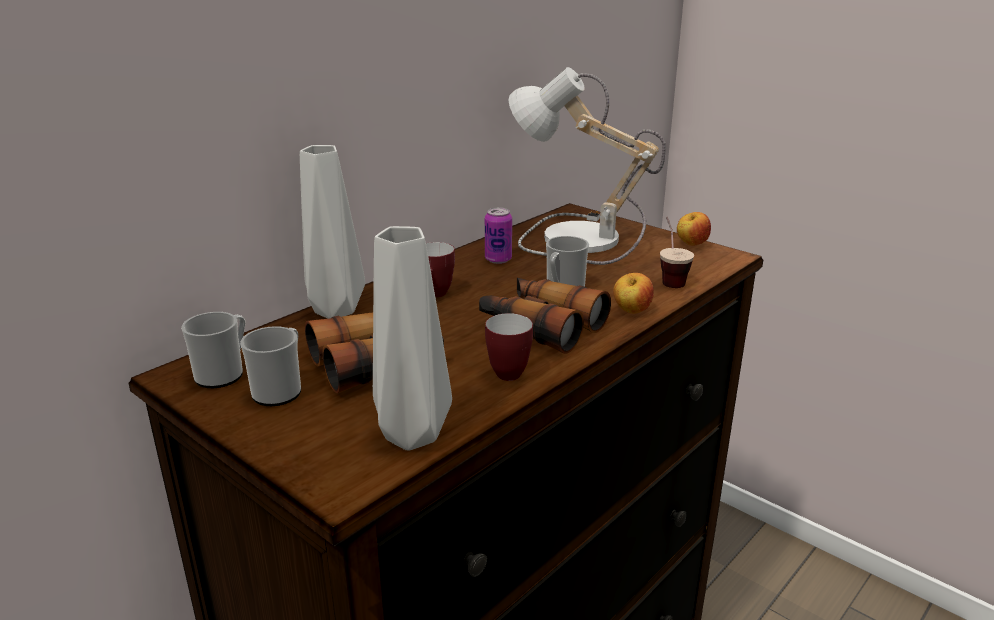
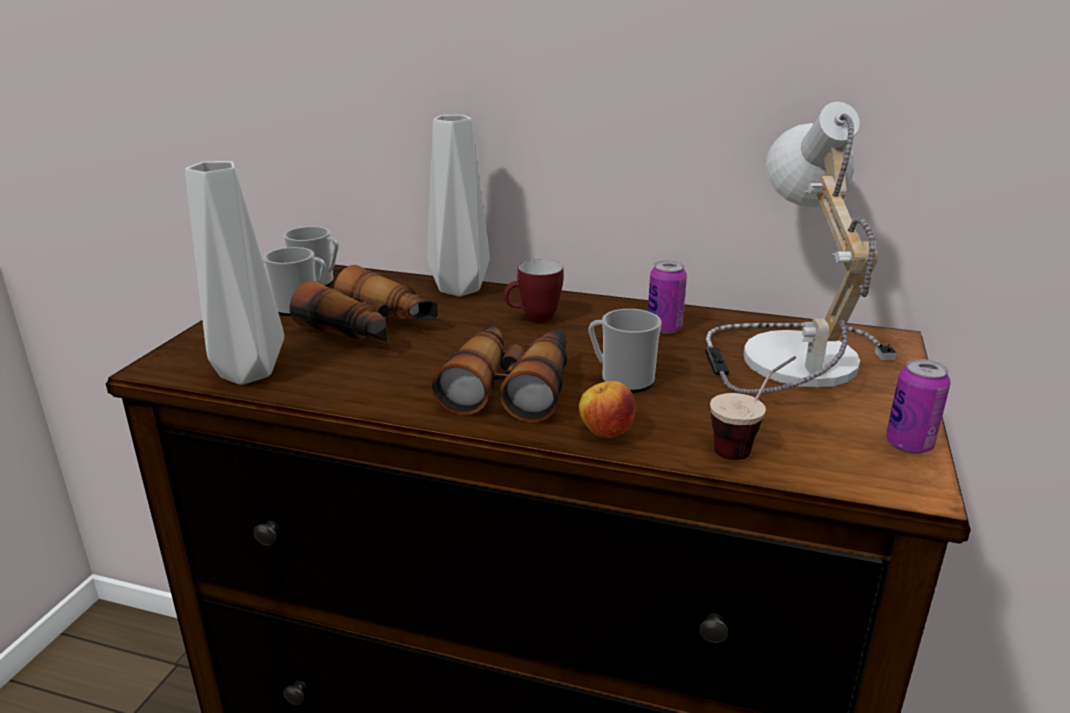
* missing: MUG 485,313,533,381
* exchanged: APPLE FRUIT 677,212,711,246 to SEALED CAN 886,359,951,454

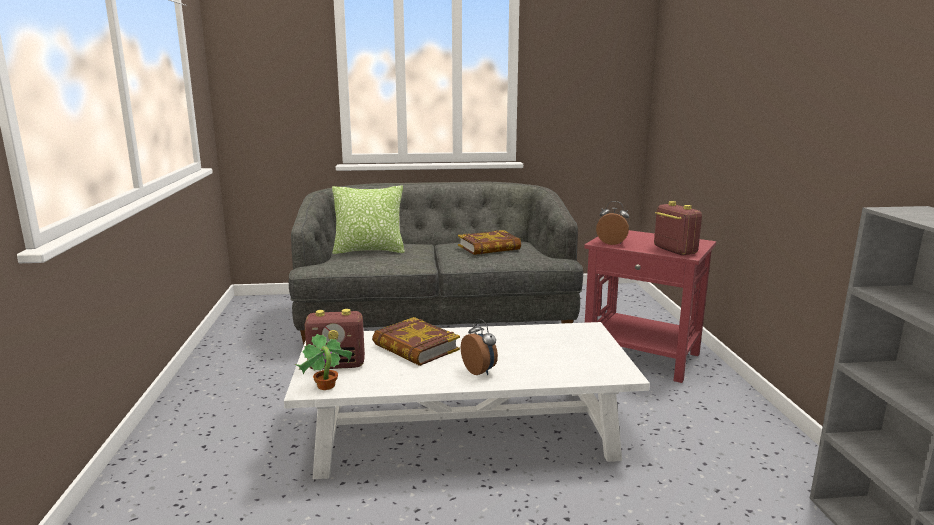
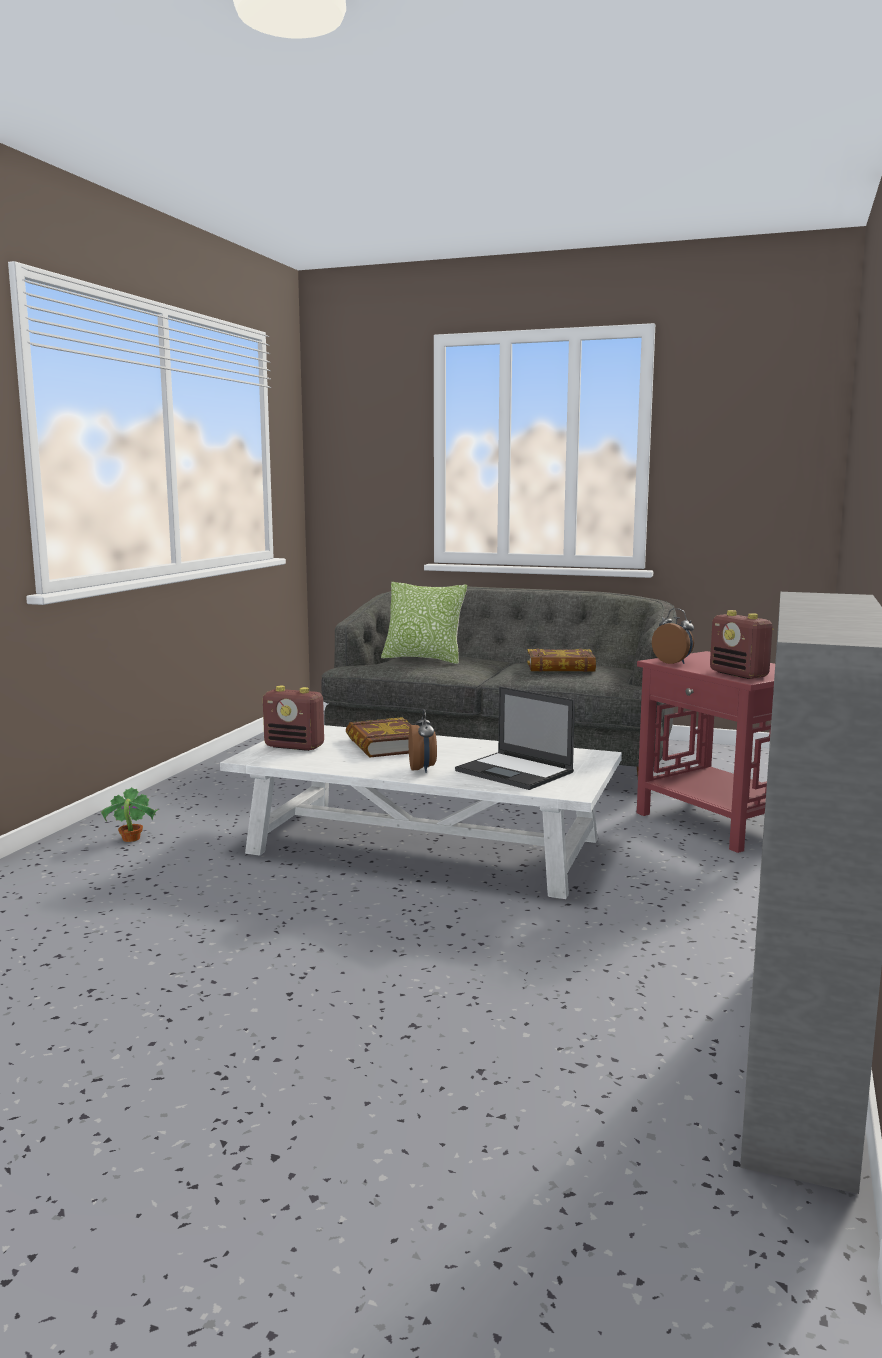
* appeared: NOTEBOOK COMPUTER 455,686,575,790
* relocated: POTTED PLANT 295,334,352,390 to 101,787,158,842
* spun: RADIO 654,201,702,255 = 710,610,773,679 150 degrees clockwise

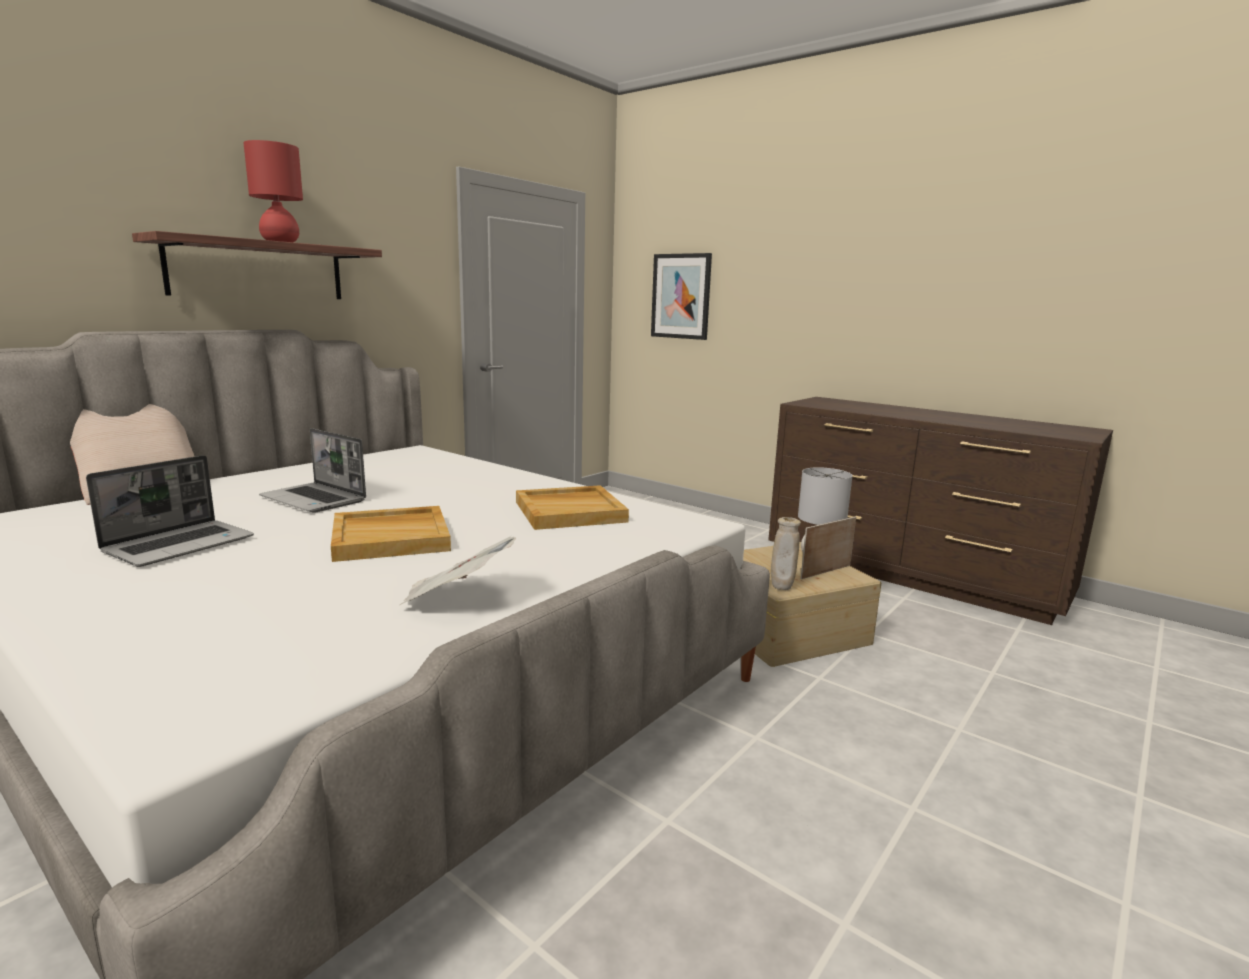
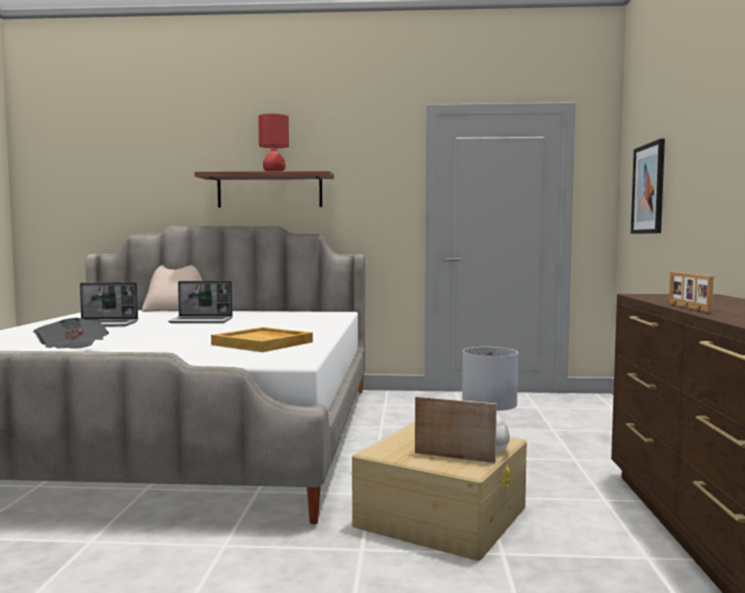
* missing: SAND-COLOURED SERVING TRAY 331,506,451,562
* missing: SAND-COLOURED FLOWER VASE 771,517,801,590
* appeared: STANDING FRAME 669,272,714,313
* spun: NOTEBOOK COMPUTER 259,428,366,513 = 168,281,233,323 90 degrees counterclockwise

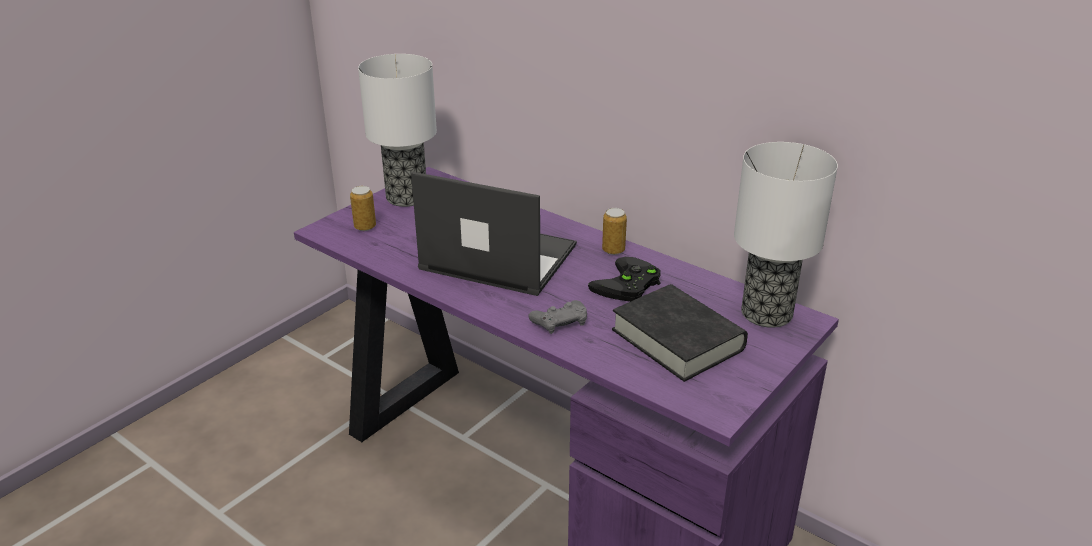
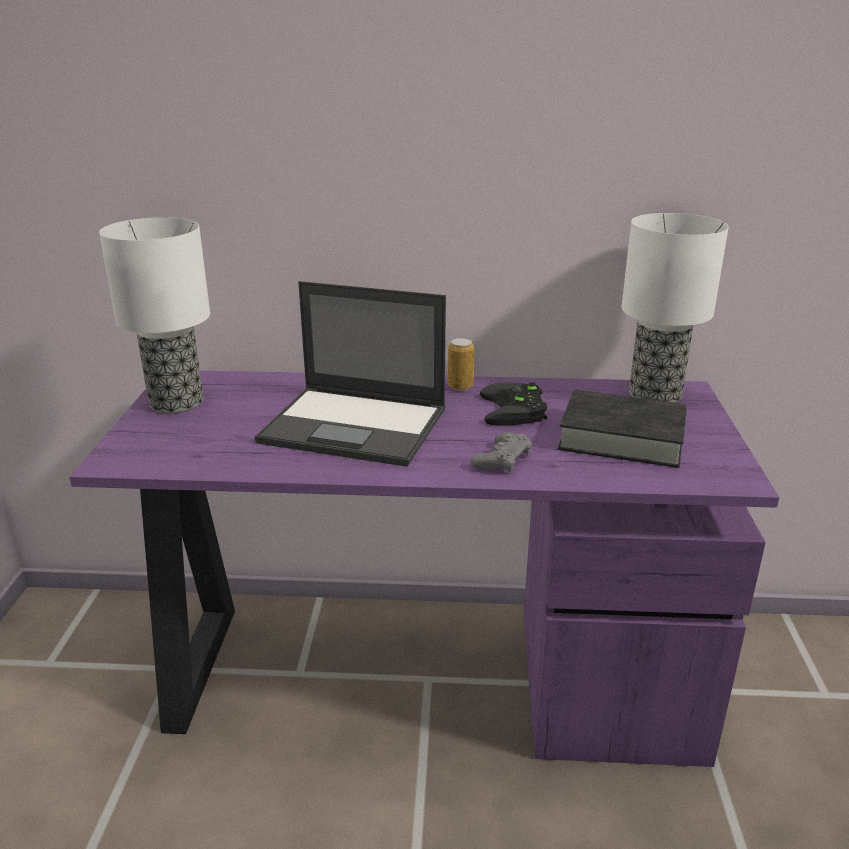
* missing: SEALED CAN 350,186,376,231
* spun: NOTEBOOK COMPUTER 411,172,577,296 = 255,281,446,467 150 degrees counterclockwise

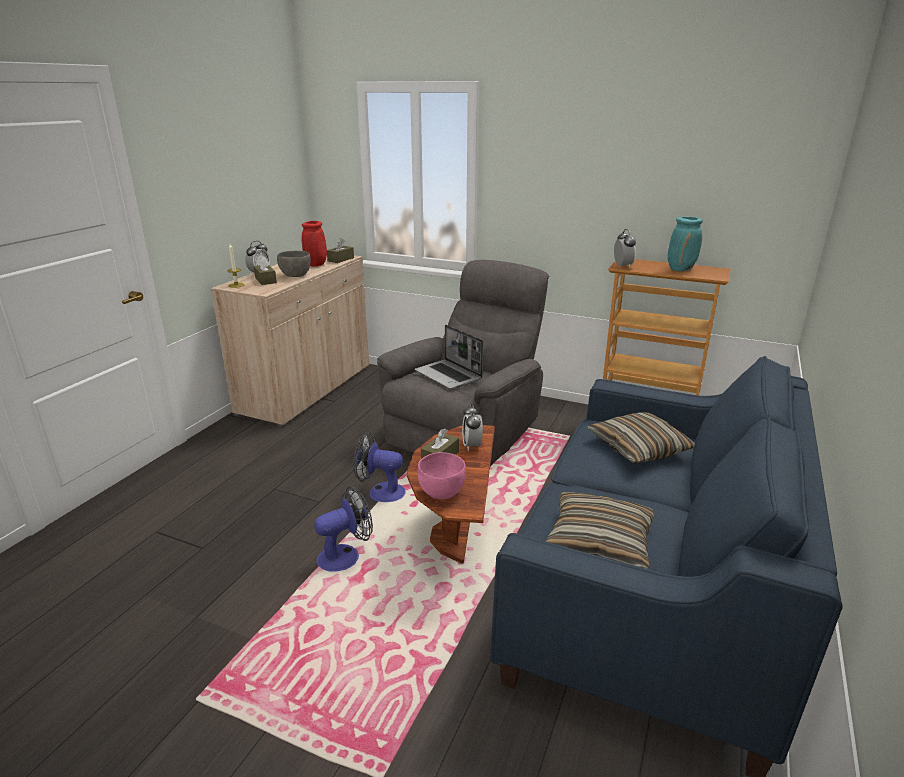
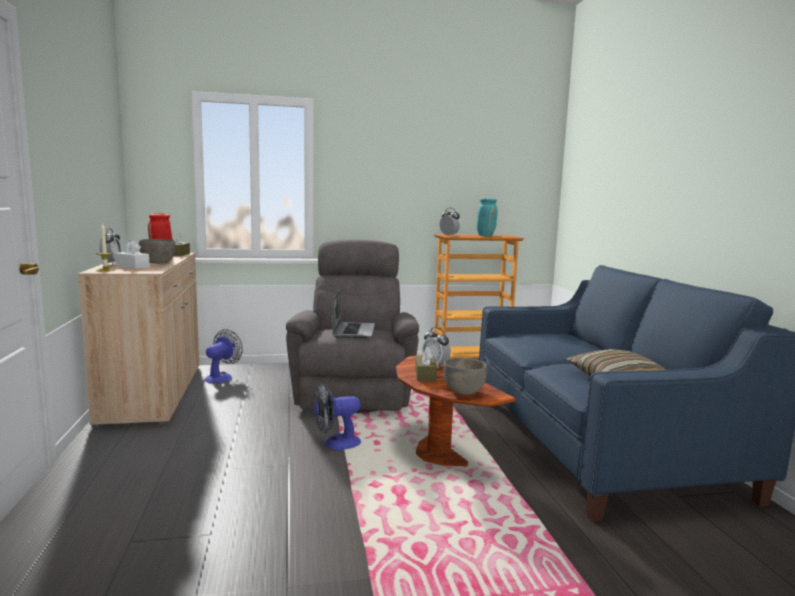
* missing: THROW PILLOW 588,412,695,464
* relocated: ELECTRIC FAN 314,486,373,572 to 204,329,242,383
* colour: BROWNISH TISSUE HOLDER 254,257,277,285 to WHITISH TISSUE HOLDER 115,241,150,269
* colour: PINKISH BOWL 417,452,466,500 to GREYISH BOWL 443,358,487,395
* spun: NOTEBOOK COMPUTER 415,325,483,389 = 332,289,375,338 105 degrees counterclockwise

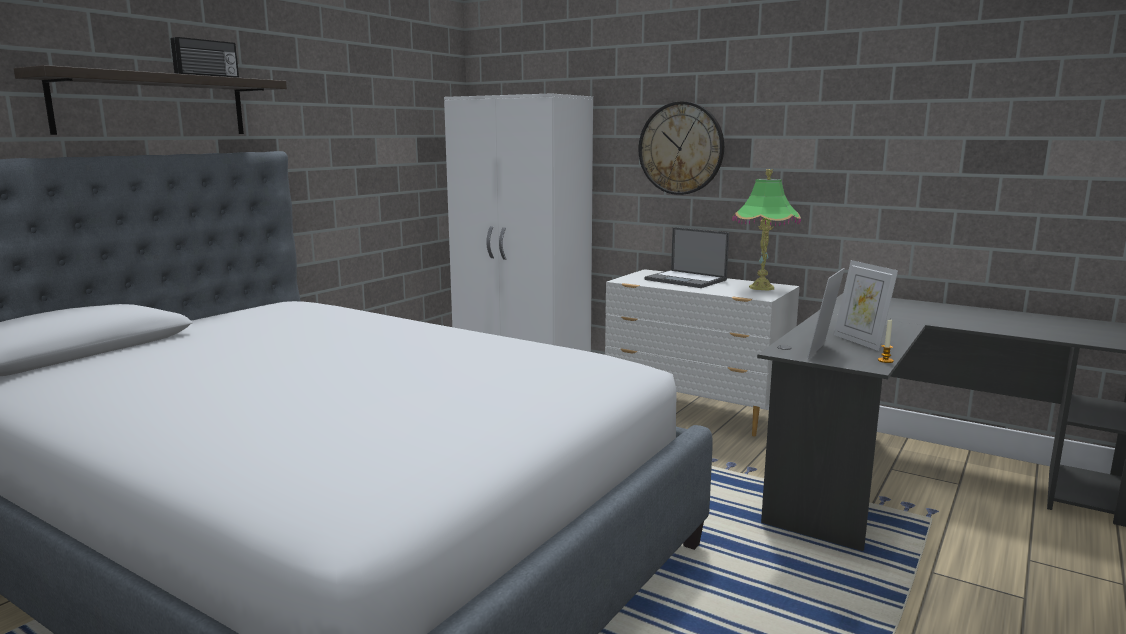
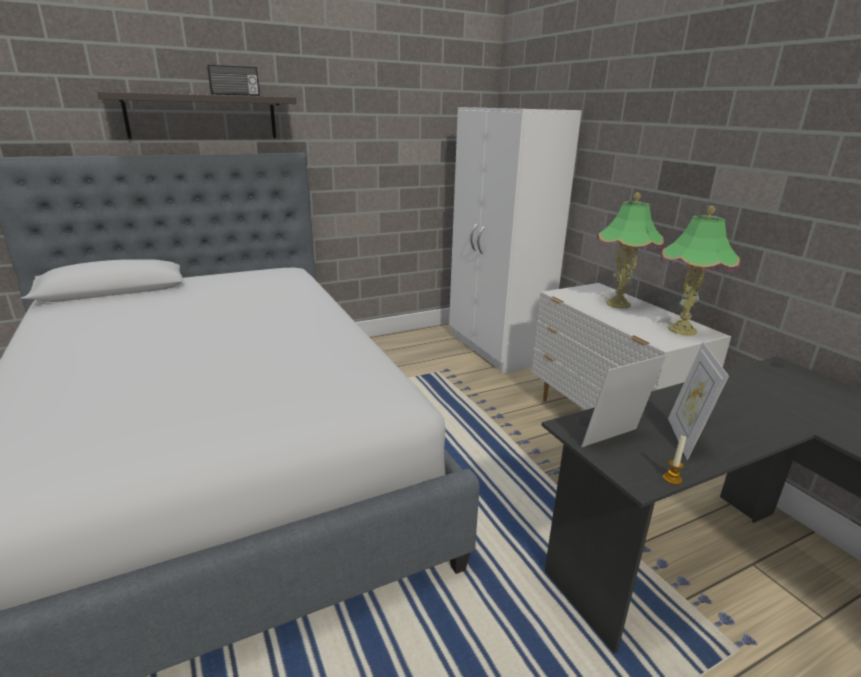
* missing: HANGING CLOCK 639,101,724,195
* exchanged: NOTEBOOK COMPUTER 645,227,729,288 to TABLETOP LAMP 597,193,664,308

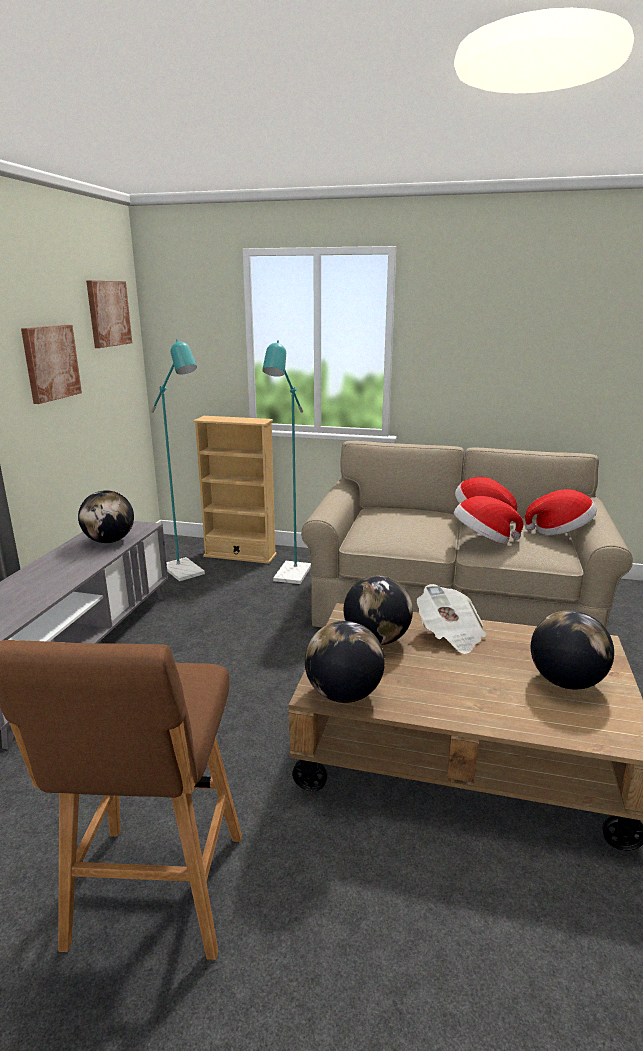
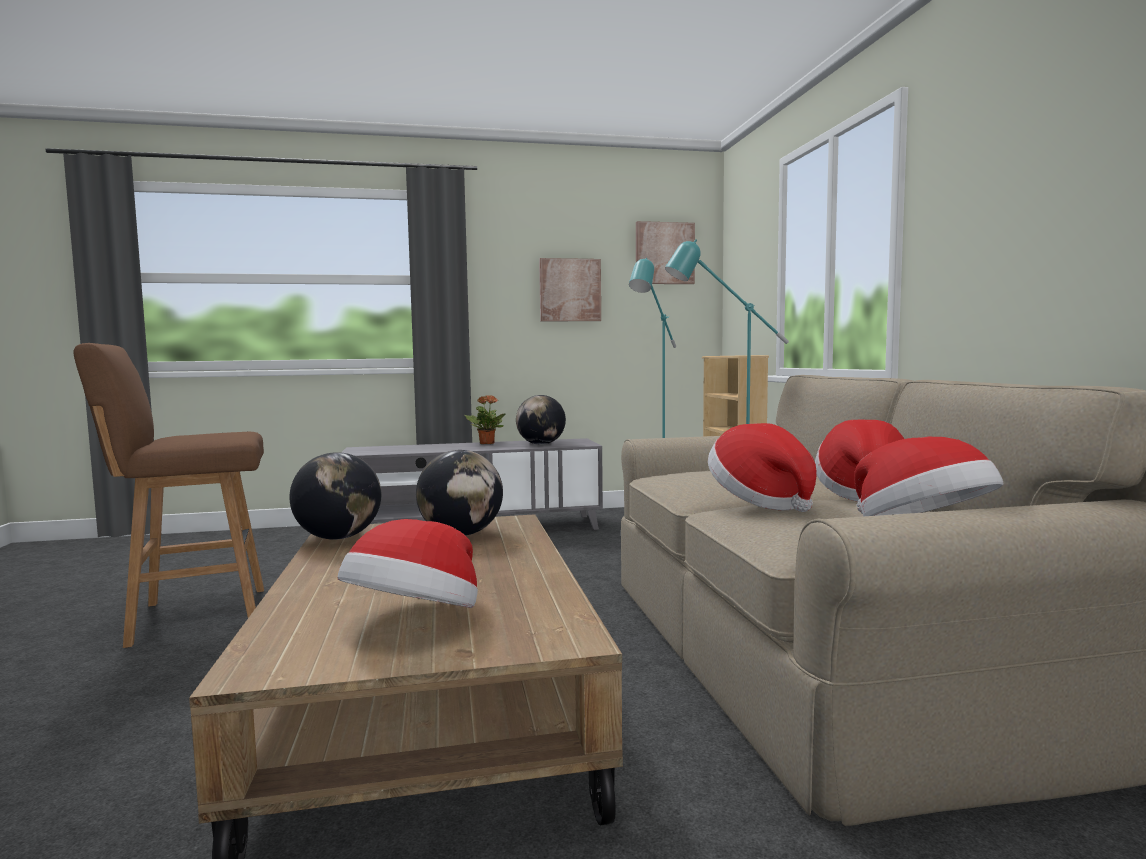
* missing: PRINTED PAPER 416,584,487,654
* appeared: POTTED PLANT 464,395,505,444
* exchanged: DESK GLOBE 531,610,614,690 to HAT 337,519,478,608

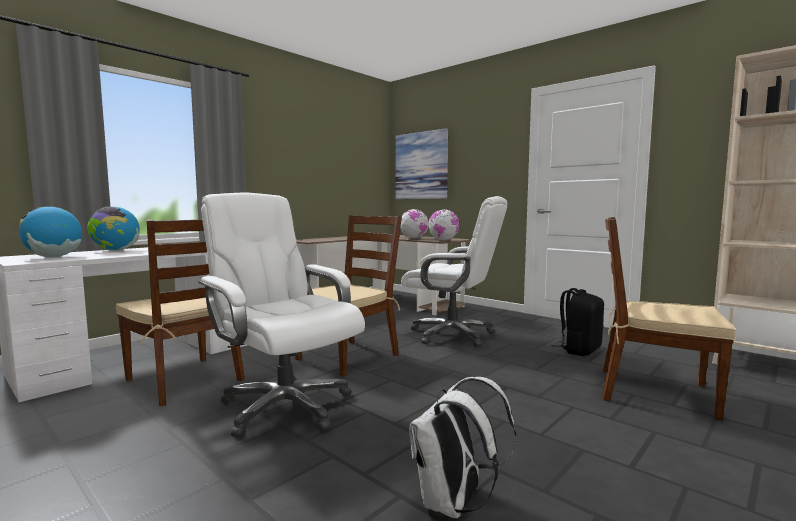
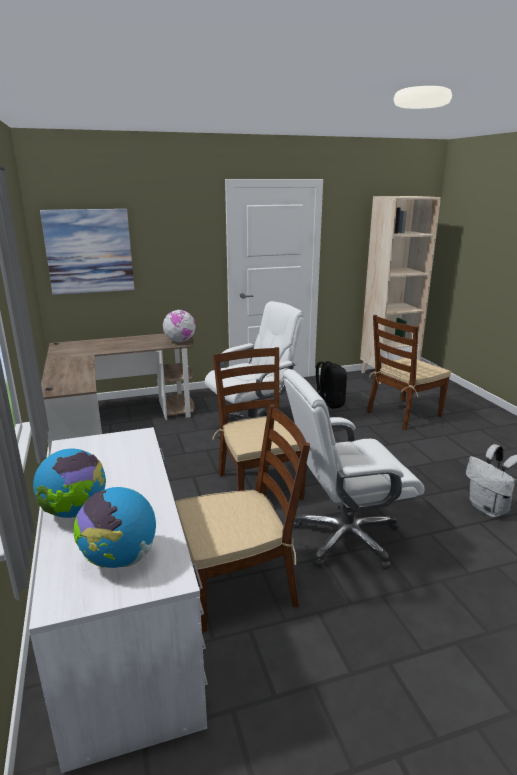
* missing: DESK GLOBE 400,209,429,239

